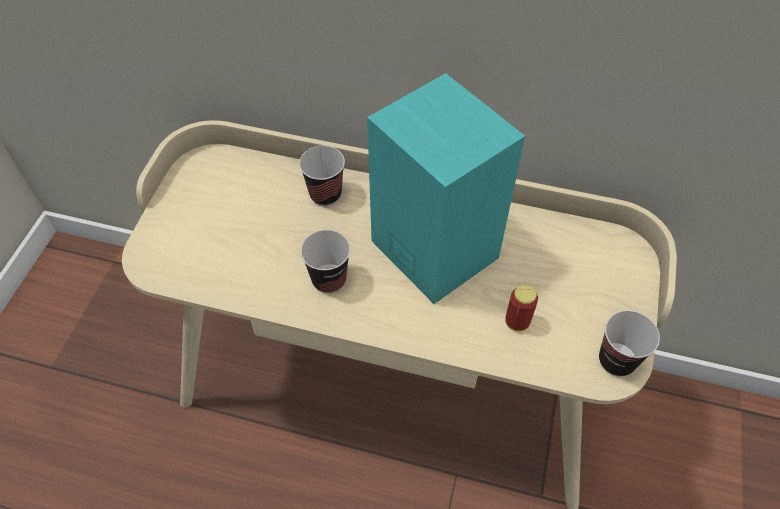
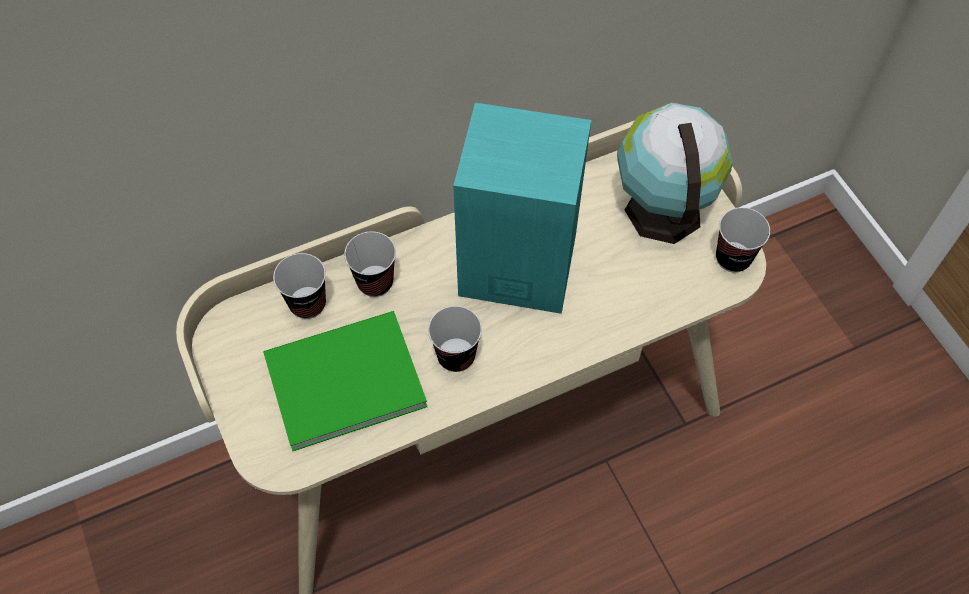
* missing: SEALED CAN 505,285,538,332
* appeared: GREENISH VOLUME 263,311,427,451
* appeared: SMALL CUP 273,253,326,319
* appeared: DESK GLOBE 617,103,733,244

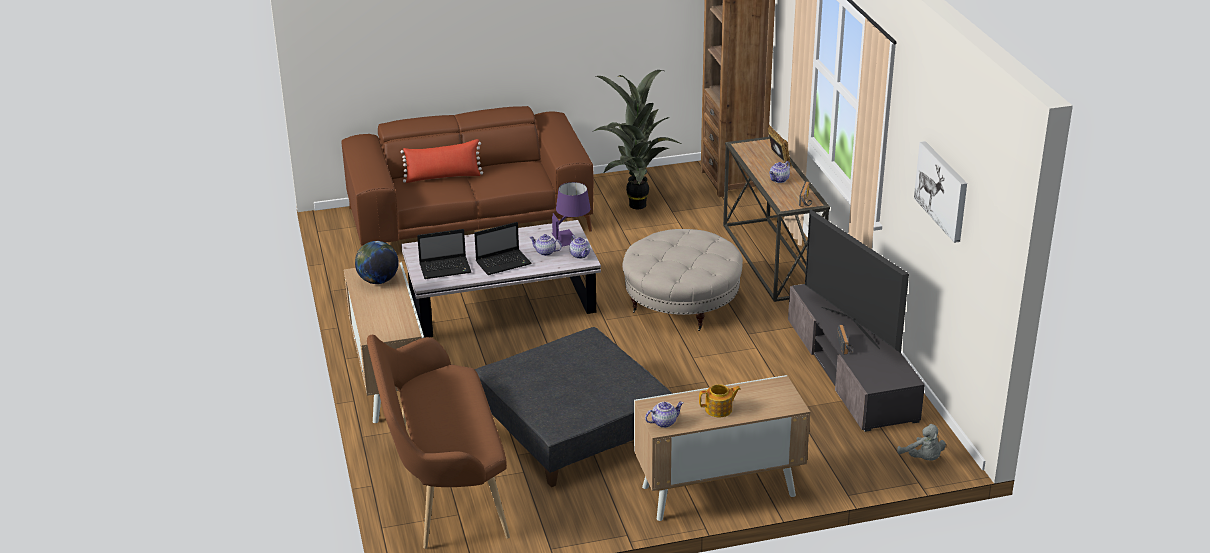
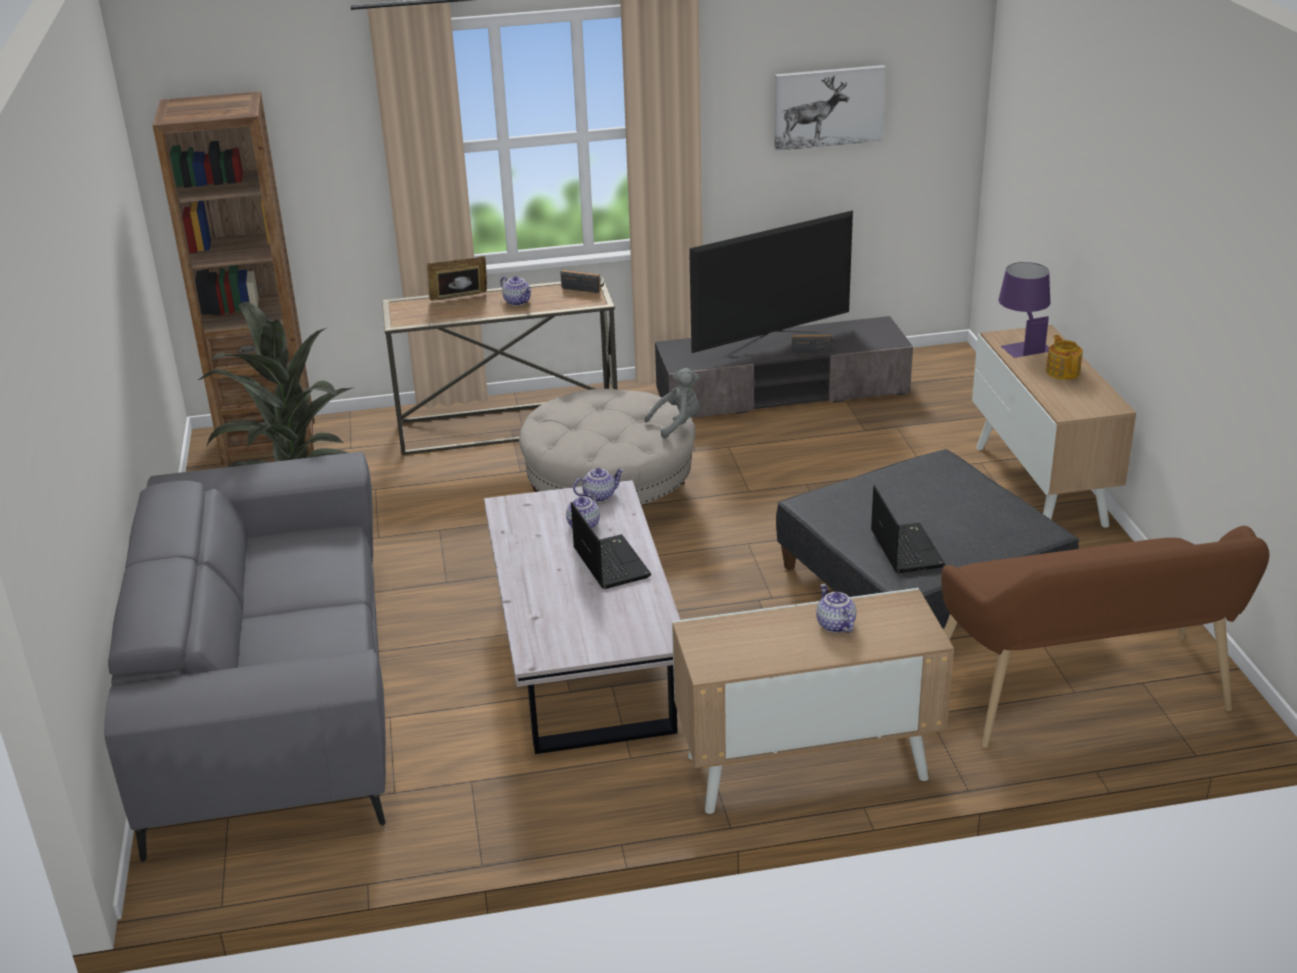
* missing: DESK GLOBE 355,241,399,284
* missing: REDDISH THROW PILLOW 401,139,483,183
* relocated: NOTEBOOK COMPUTER 417,229,471,279 to 871,485,945,573
* relocated: PURPLISH TABLETOP LAMP 552,182,591,247 to 999,262,1050,358
* relocated: POT FOR TEA 645,402,683,428 to 816,584,857,633
* relocated: GREYISH PLUSH TOY 897,424,946,461 to 644,368,699,439
* colour: BROWNISH SETTEE 341,106,594,245 to GREYISH SETTEE 104,452,386,862

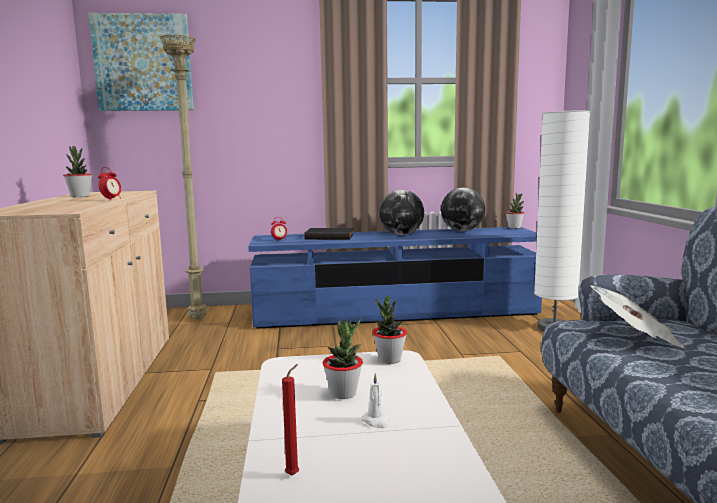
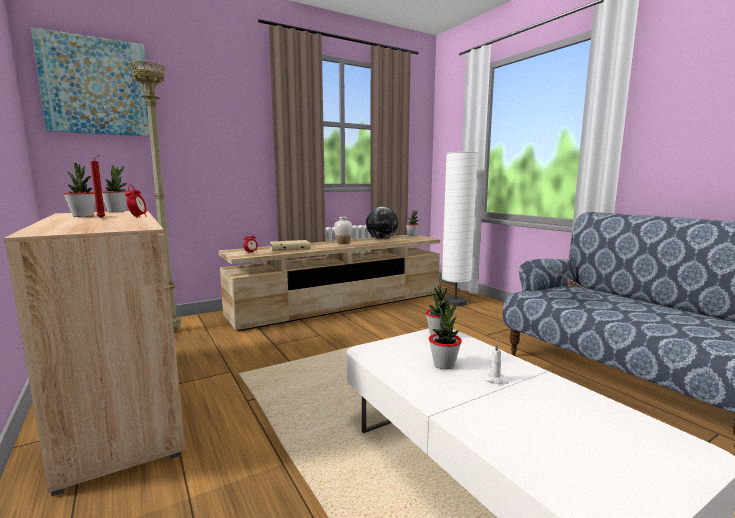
* appeared: POTTED PLANT 102,166,127,212
* relocated: REDDISH CANDLE 282,364,299,476 to 90,155,106,218
* exchanged: DESK GLOBE 379,190,424,235 to WHITISH FLOWER VASE 334,217,353,244
* colour: BLUISH MEDIA CONSOLE 248,227,542,329 to SAND-COLOURED MEDIA CONSOLE 219,235,440,331
* colour: BLACKISH VOLUME 304,228,354,240 to SAND-COLOURED VOLUME 270,240,311,251

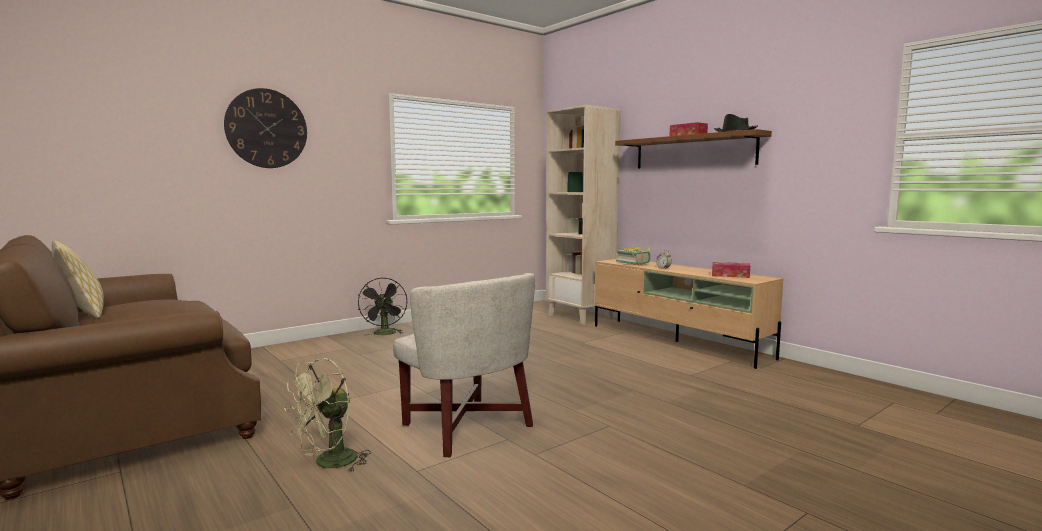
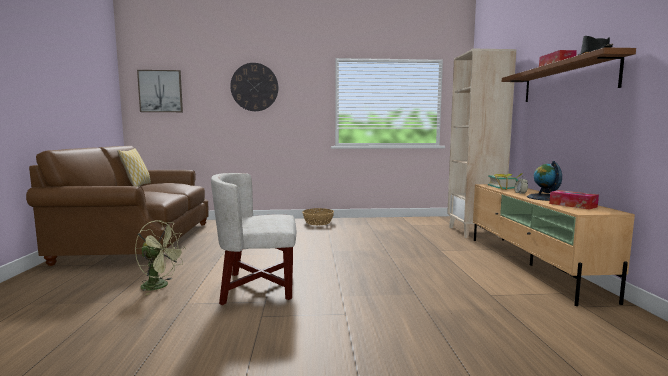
* appeared: PICTURE 137,70,183,112
* appeared: DESK GLOBE 527,161,562,201
* exchanged: BLACKISH ELECTRIC FAN 358,278,407,335 to STORAGE BASKET 302,208,334,225
* spun: GREENISH ELECTRIC FAN 284,358,371,473 = 135,220,186,295 150 degrees counterclockwise
* spun: WHITISH EASY CHAIR 393,273,535,457 = 211,173,296,305 90 degrees clockwise

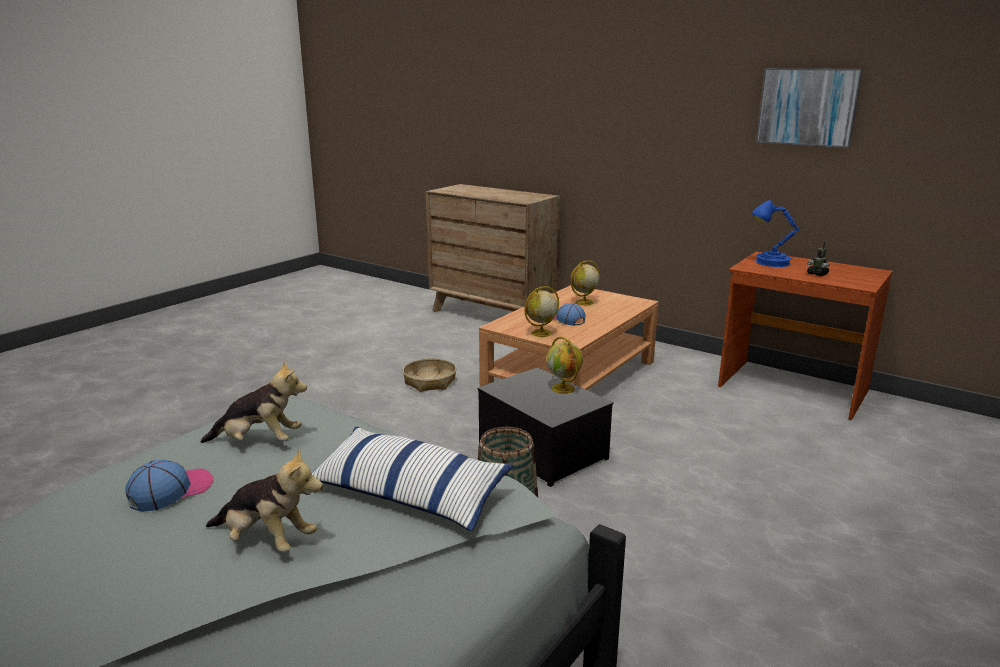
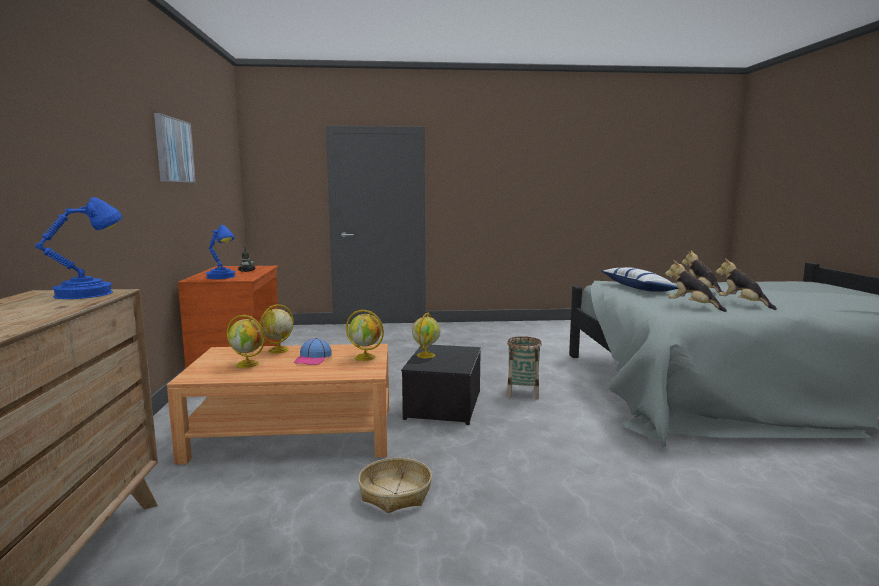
* appeared: BLUISH TABLETOP LAMP 35,197,122,299
* appeared: DESK GLOBE 260,304,294,354
* exchanged: BASEBALL CAP 125,460,214,512 to PLUSH TOY 716,259,777,310

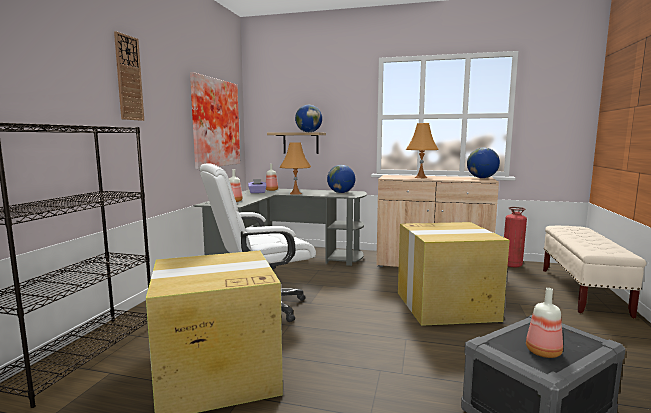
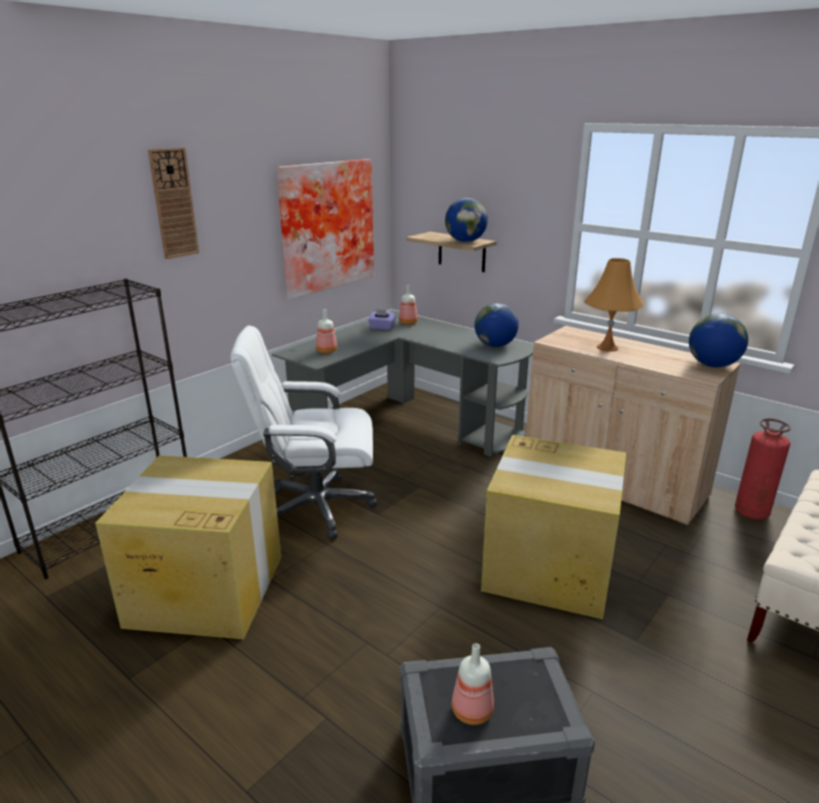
* missing: ORANGE-COLOURED TABLETOP LAMP 280,142,311,195

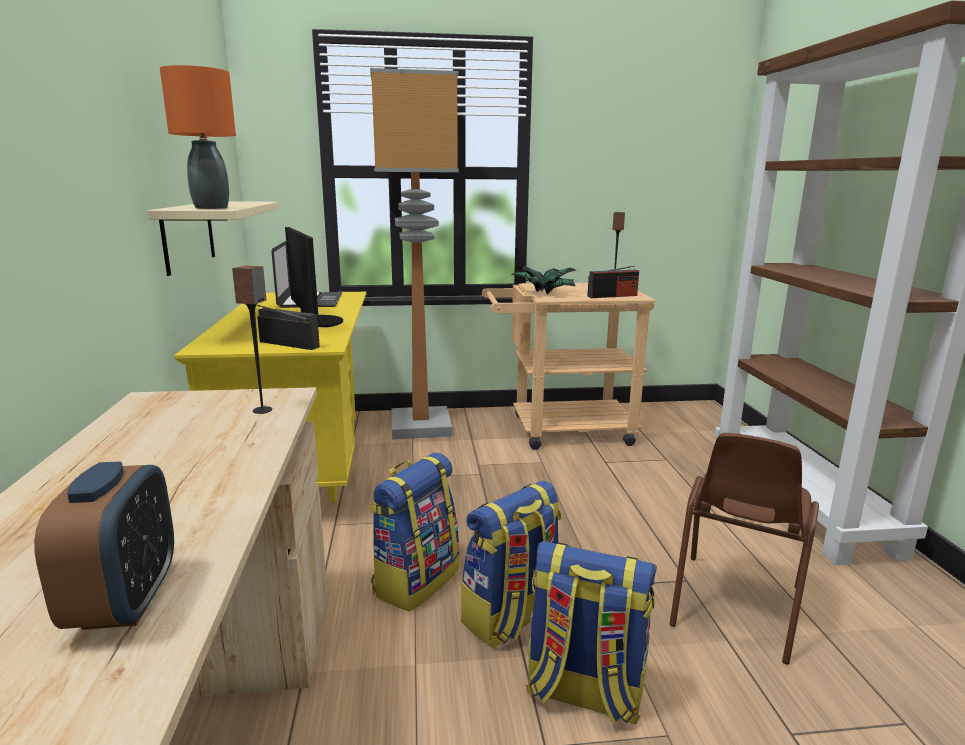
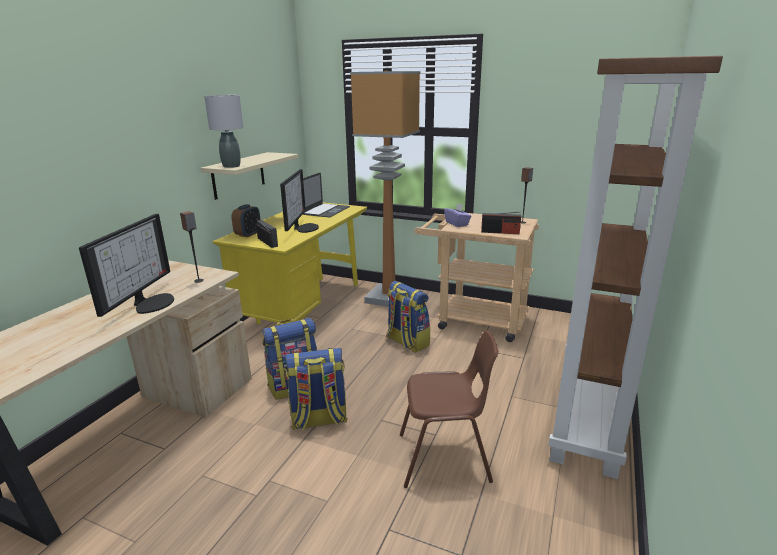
* appeared: COMPUTER DISPLAY 79,214,174,317
* relocated: TABLE CLOCK 34,461,174,630 to 231,204,261,237
* relocated: RUCKSACK 526,541,657,724 to 387,281,430,352
* exchanged: POTTED PLANT 512,266,576,294 to PURPLISH TISSUE HOLDER 444,203,471,227
* colour: ORANGE-COLOURED TABLETOP LAMP 160,65,236,209 to GREYISH TABLETOP LAMP 204,95,243,168
* spun: BROWNISH UPRIGHT CHAIR 670,433,819,665 = 400,330,499,488 150 degrees counterclockwise

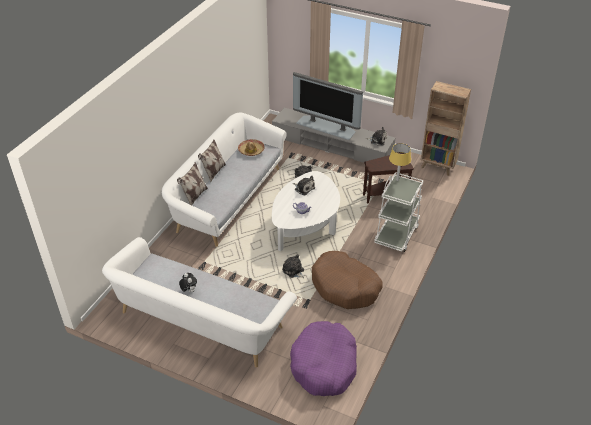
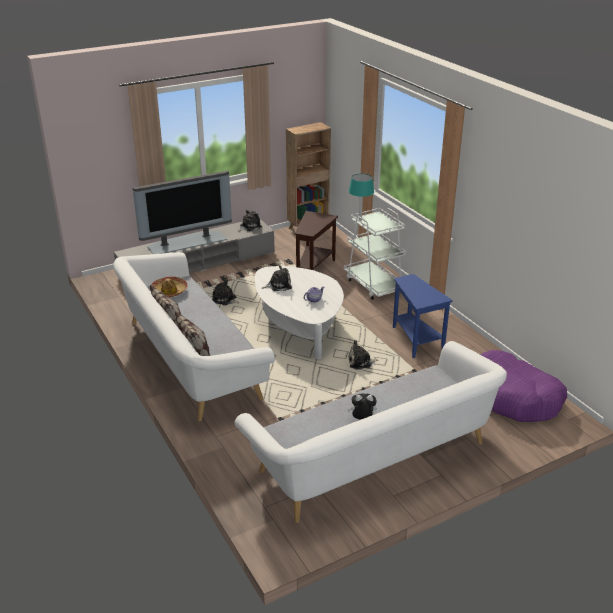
* exchanged: BROWNISH PET BED 312,251,383,309 to BLUISH SIDE TABLE 393,274,453,358
* colour: YELLOW-COLOURED TABLETOP LAMP 389,143,411,181 to TURQUOISE-COLOURED TABLETOP LAMP 349,174,374,221

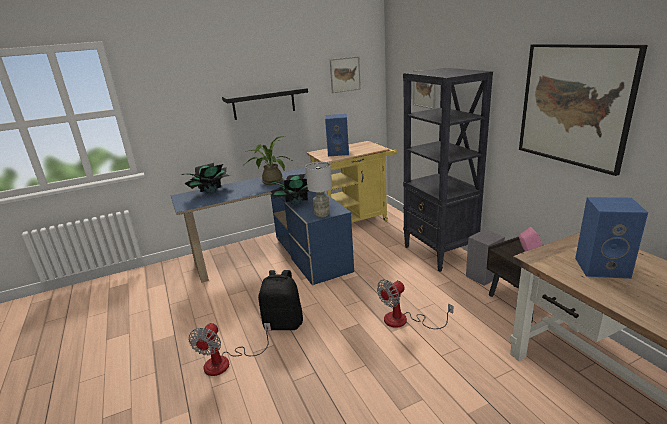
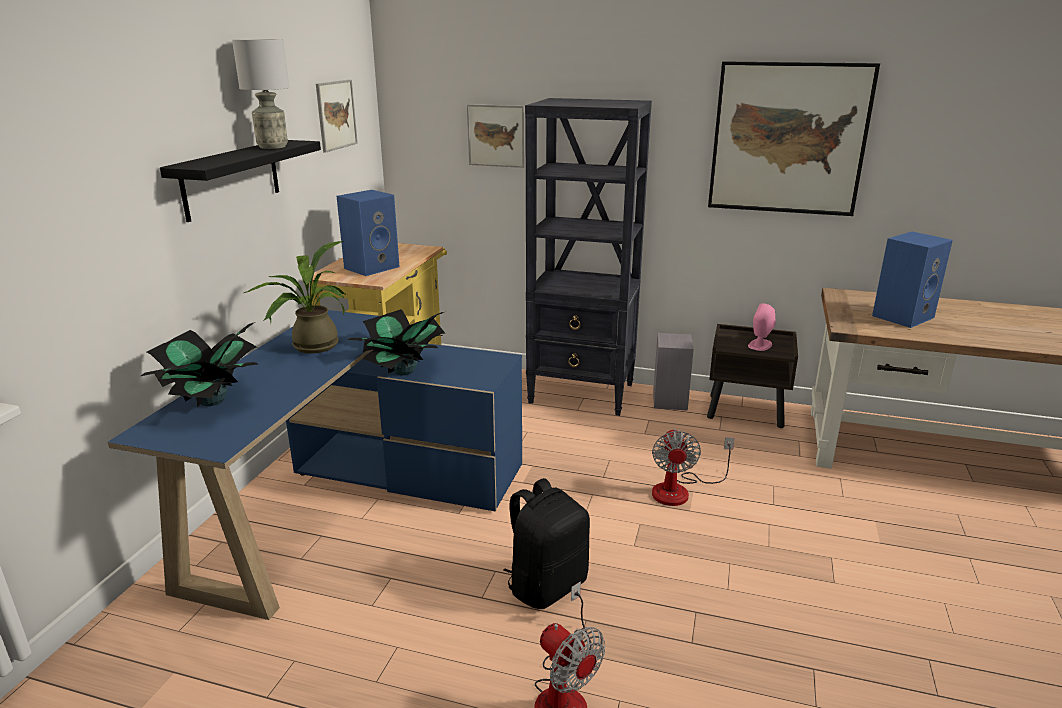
* relocated: GREYISH TABLETOP LAMP 305,162,332,217 to 232,39,289,149

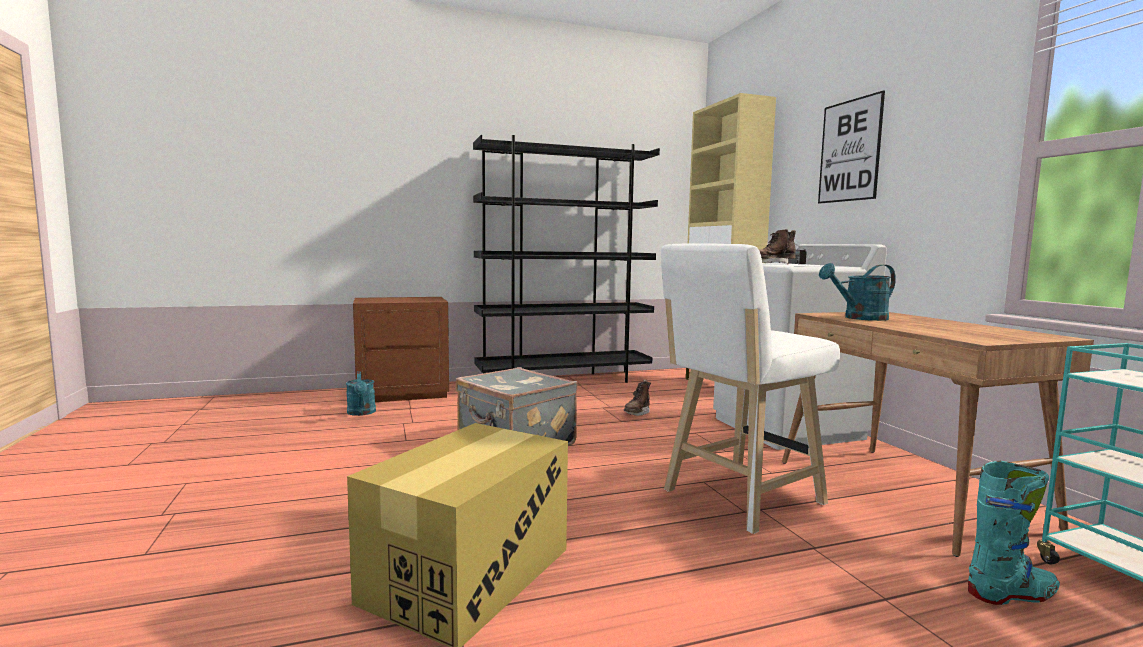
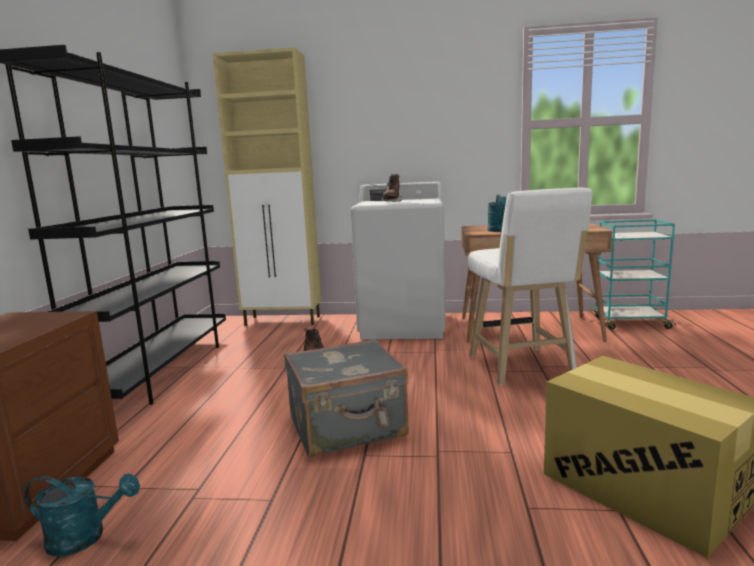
* missing: PICTURE 818,90,885,204
* missing: TURQUOISE-COLOURED HIGH-TOP BOOT 968,461,1060,605

